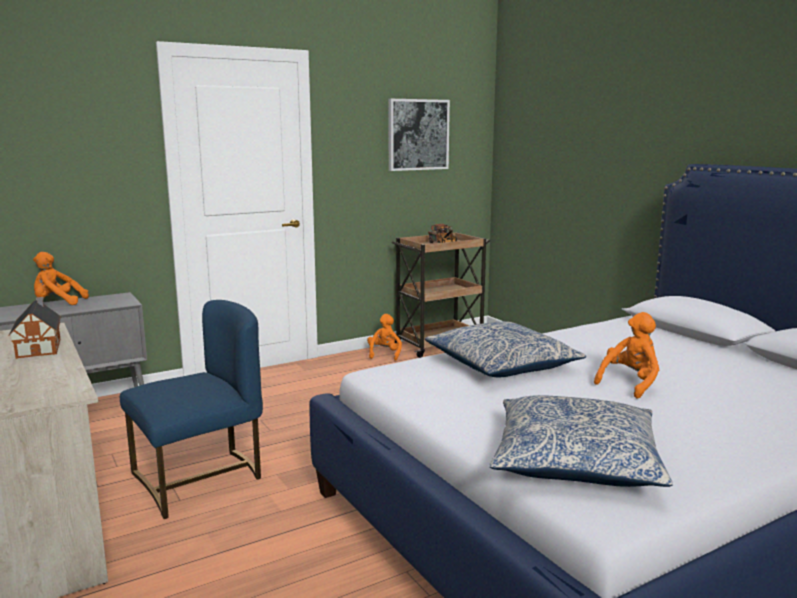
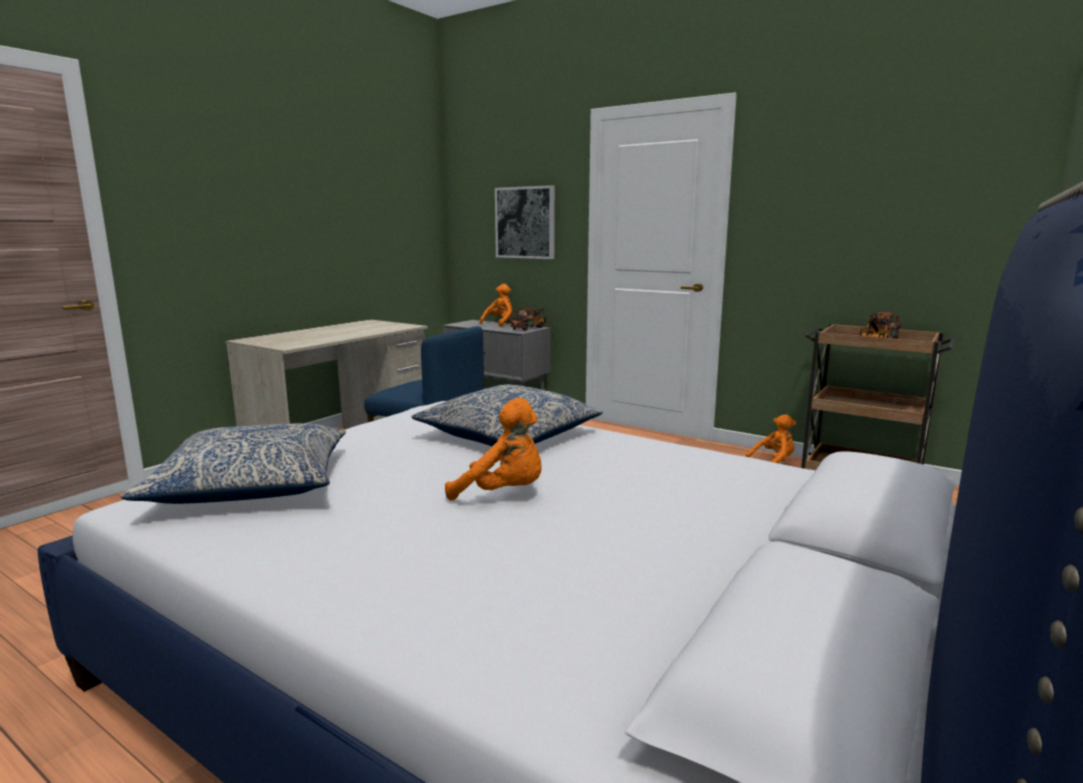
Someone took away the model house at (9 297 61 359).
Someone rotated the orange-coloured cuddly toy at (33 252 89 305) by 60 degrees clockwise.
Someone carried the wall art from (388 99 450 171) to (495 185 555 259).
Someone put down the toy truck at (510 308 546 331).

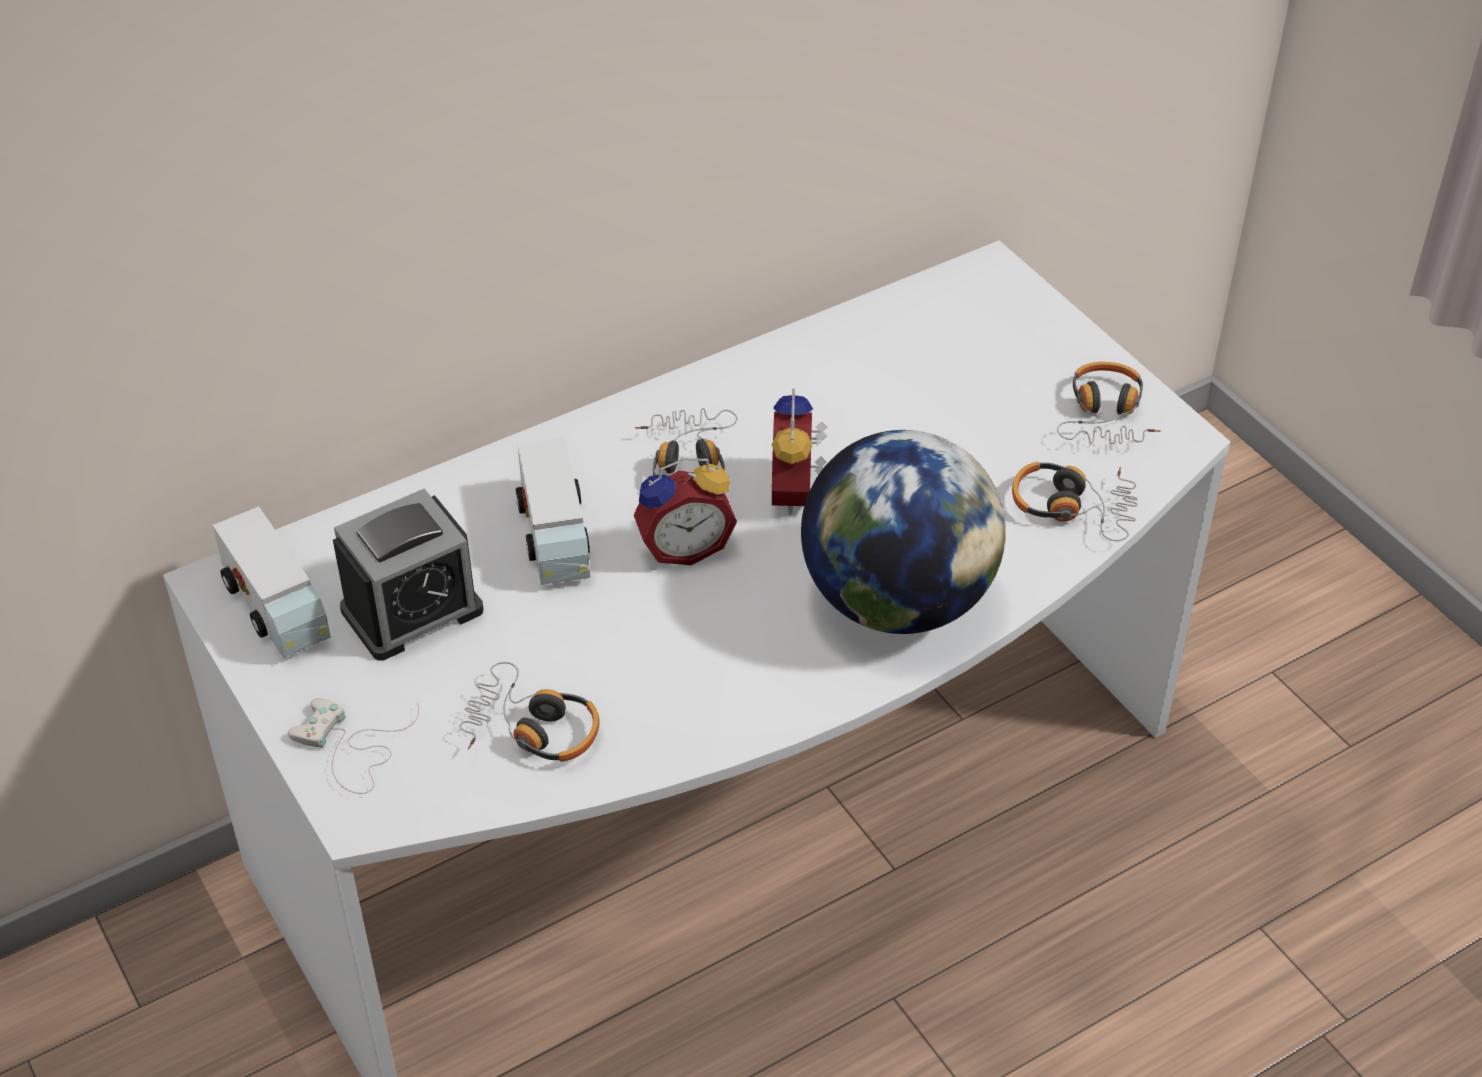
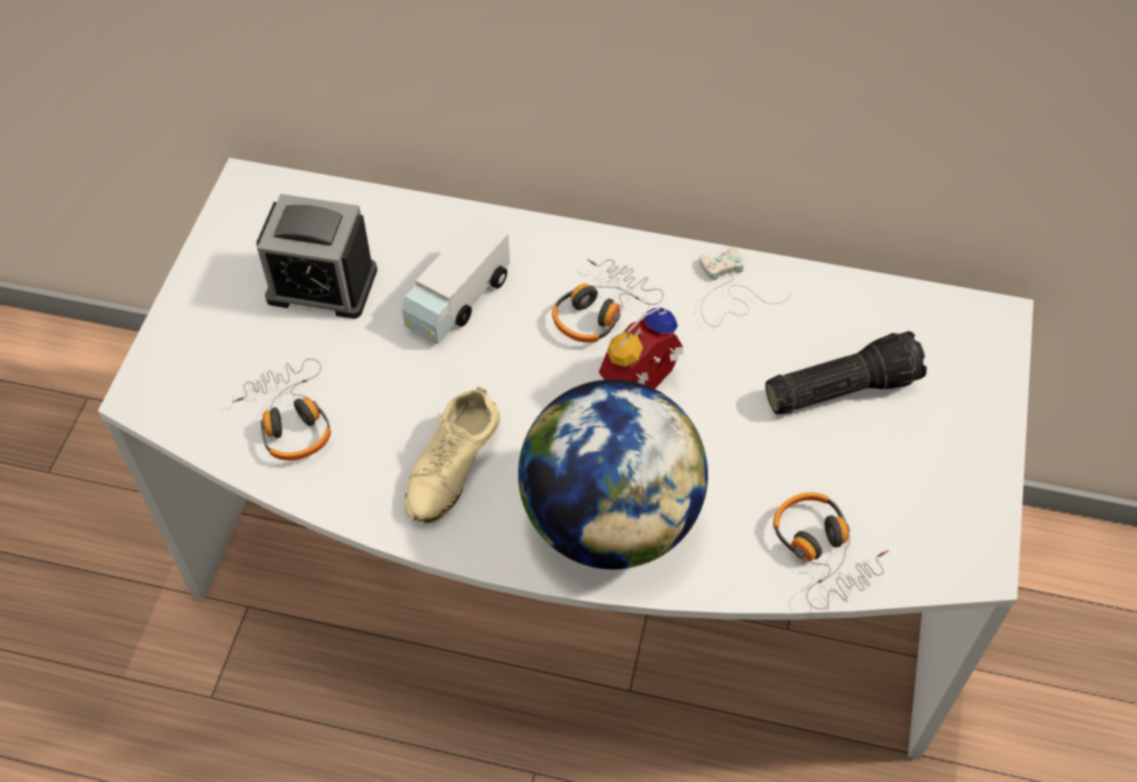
Someone took away the toy truck at (213 506 331 658).
Someone carried the white gamepad from (288 698 419 794) to (699 247 792 327).
Someone took away the table clock at (634 458 737 565).
Someone took away the headphones at (1057 362 1161 444).
Someone put down the beige low shoe at (405 386 500 524).
Someone put down the torch at (765 331 927 414).

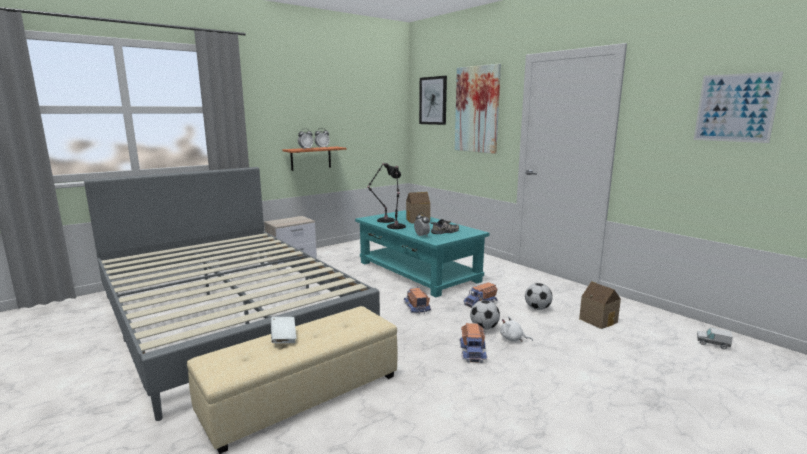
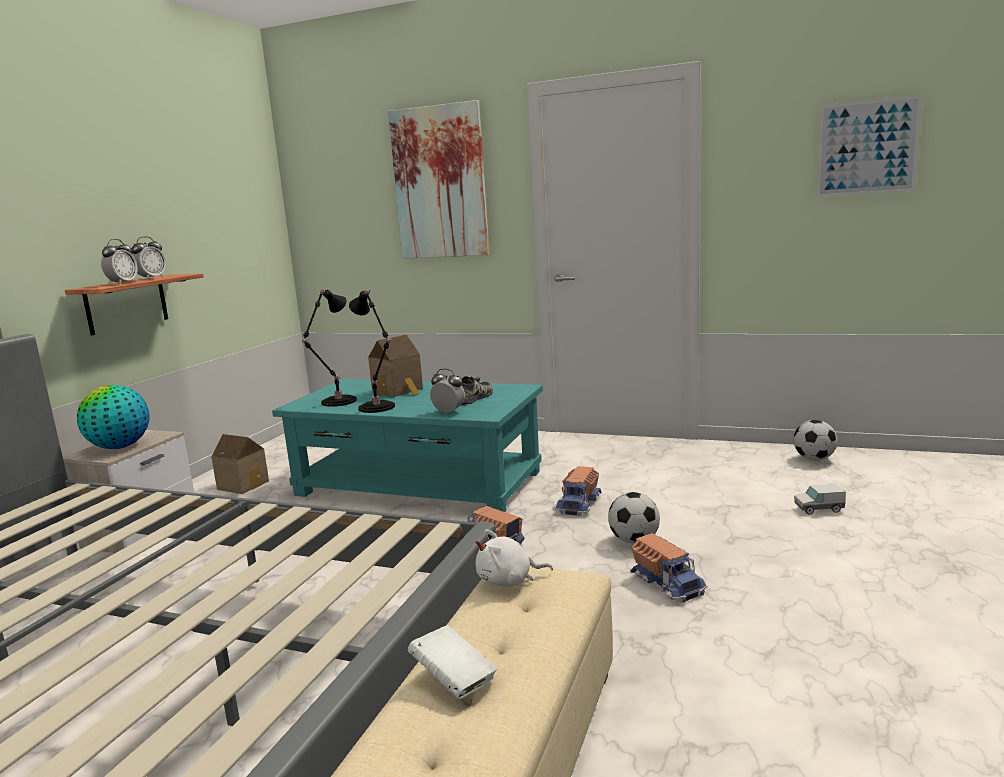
Someone took away the wall art at (419 76 447 125).
Someone carried the white cuddly toy from (500 316 533 342) to (476 530 553 587).
Someone carried the ball for football from (525 283 553 310) to (793 420 838 461).
Someone carried the model house from (579 281 621 329) to (211 434 269 494).
Someone carried the toy truck from (697 328 733 349) to (794 484 846 515).
Someone put down the desk globe at (77 385 150 449).

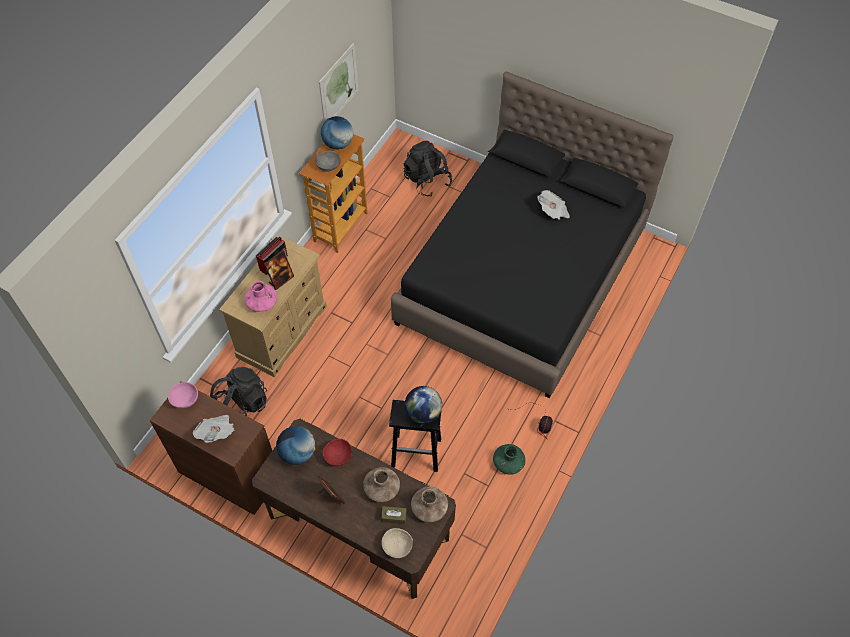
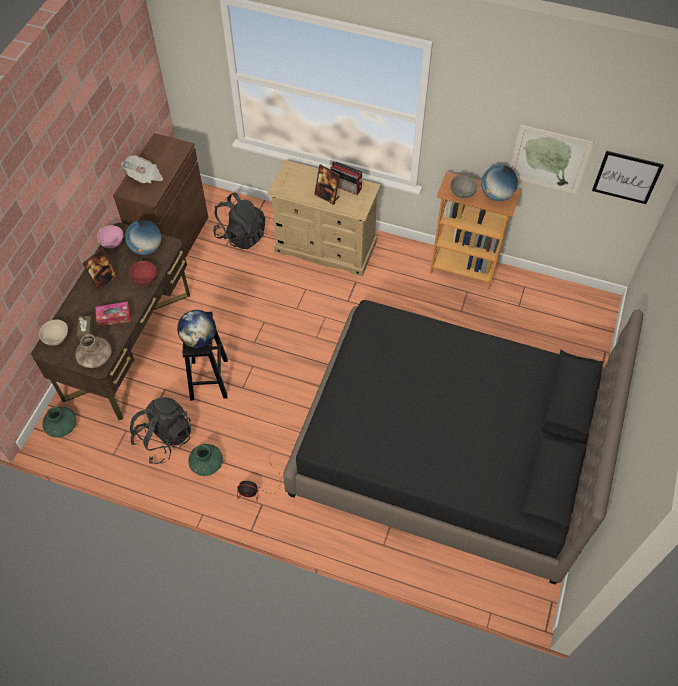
Someone carried the pink-coloured deep dish from (168 382 198 408) to (97 225 123 248).
Someone took away the pink-coloured flower vase at (244 281 277 312).
Someone swapped the brownish flower vase at (363 467 400 502) for the box of tissues at (95 301 131 327).
Someone carried the black-coloured rucksack from (404 141 452 197) to (130 397 191 464).
Someone took away the printed paper at (537 190 570 220).
Someone put down the green-coloured flower vase at (42 407 76 437).
Someone put up the wall art at (592 151 664 204).

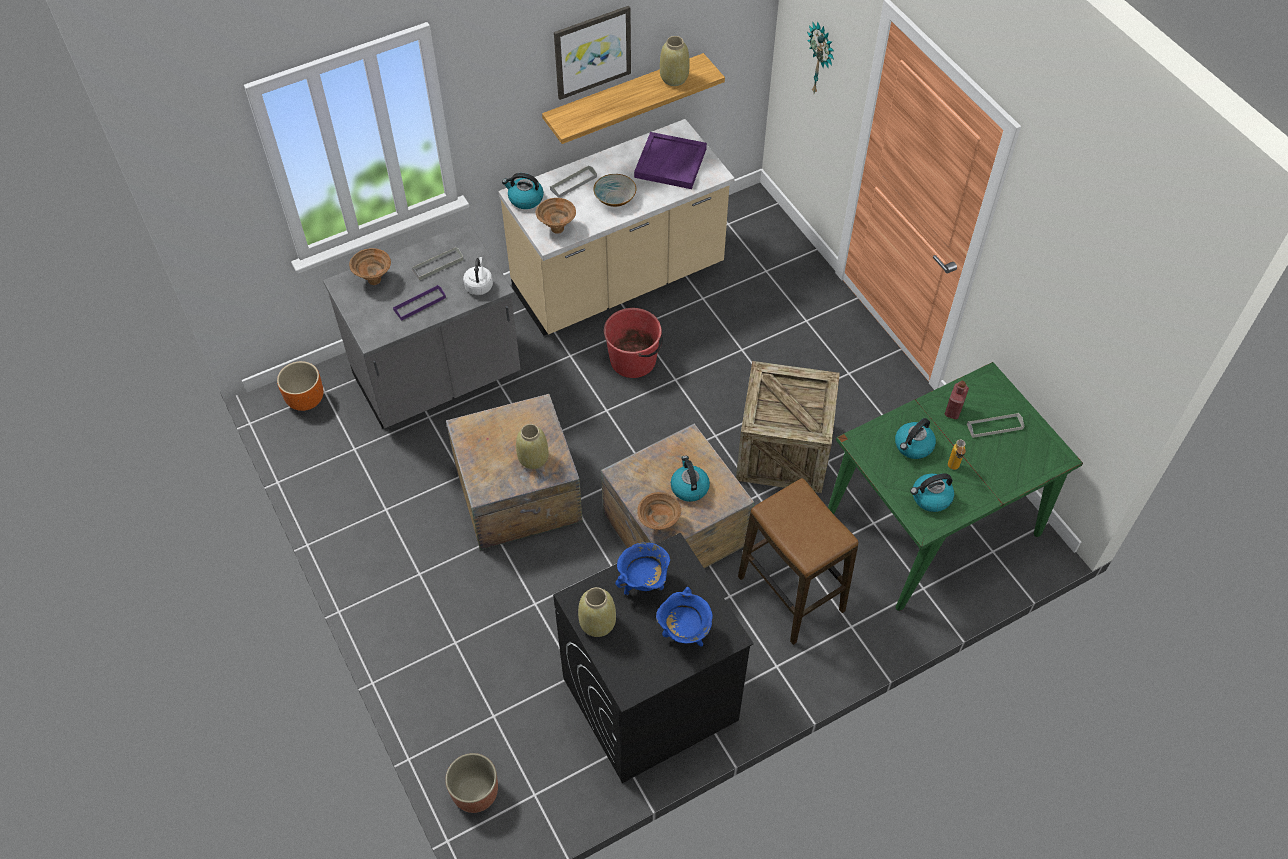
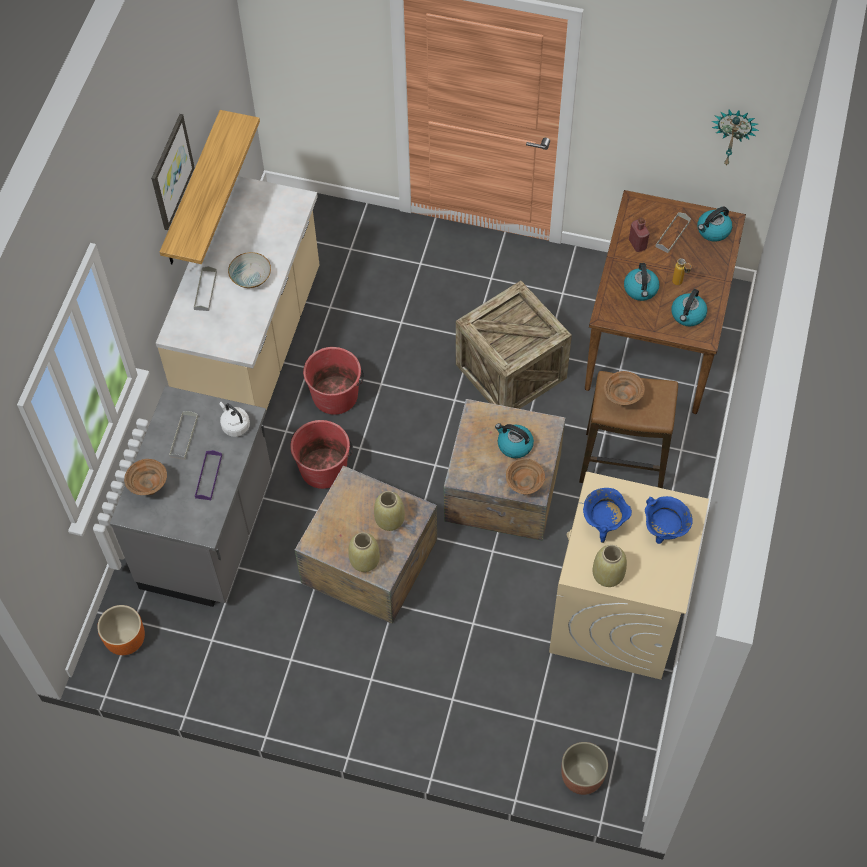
Someone carried the tea kettle from (502 173 544 209) to (697 207 732 242).
Someone carried the brownish deep dish from (536 198 576 234) to (604 371 645 406).
Someone repainted the black-coloured laundry machine at (553 533 754 783), which became the beige laundry machine at (549 472 709 679).
Someone took away the purplish serving tray at (634 132 707 189).
Someone carried the beige flower vase from (660 36 689 86) to (348 532 380 572).
Someone carried the hanging clock from (807 21 834 93) to (711 110 759 165).
Someone repainted the green-coloured kitchen table at (828 362 1083 611), which became the brownish kitchen table at (585 190 746 414).
Someone put down the reddish bucket at (290 420 353 489).

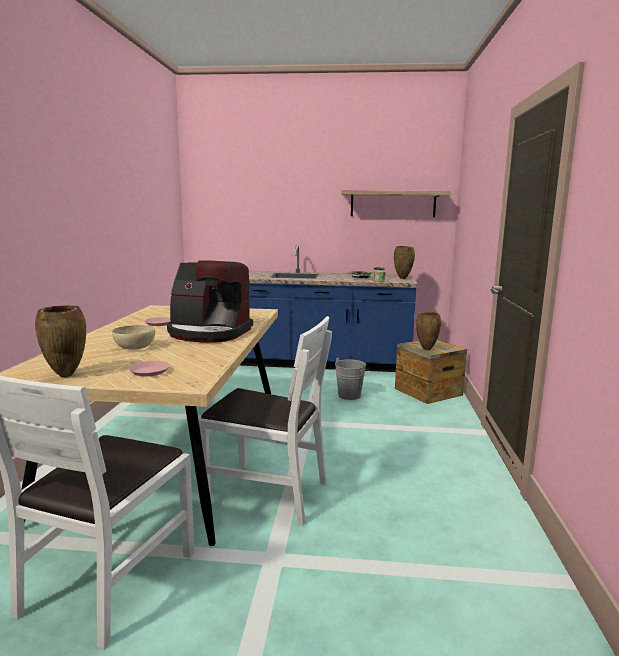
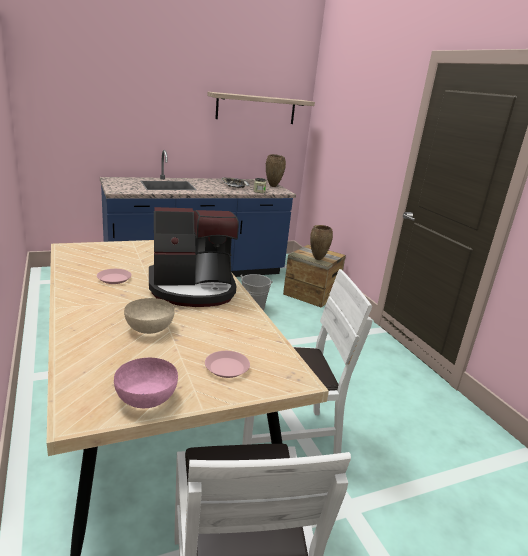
Someone swapped the brownish flower vase at (35 305 86 377) for the pink-coloured deep dish at (114 357 178 408).

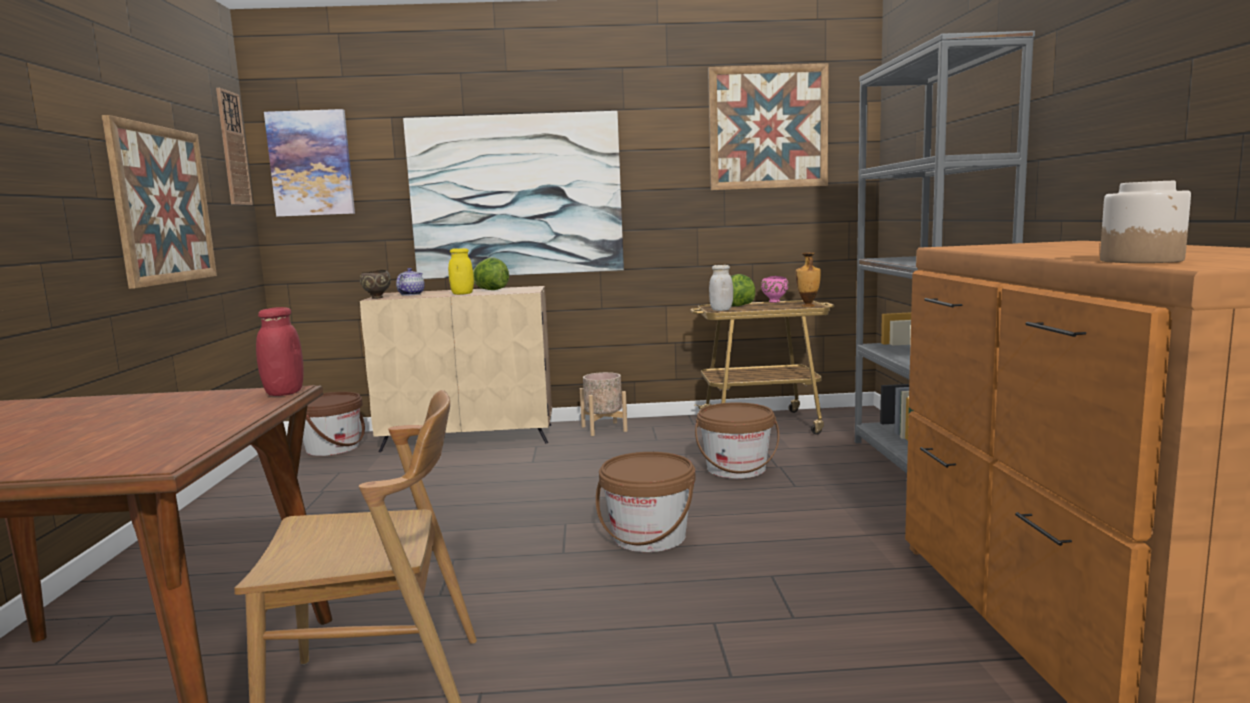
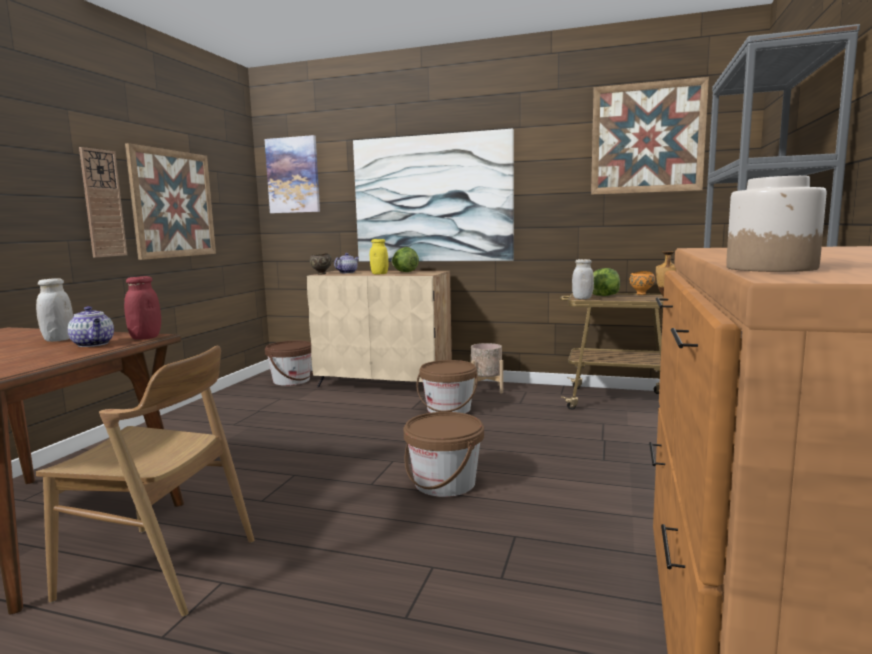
Someone carried the hanging clock from (216 88 253 205) to (79 147 127 258).
Someone carried the brownish bucket from (695 402 779 479) to (417 360 478 414).
Someone repainted the pink-coloured deep dish at (761 276 789 303), which became the orange-coloured deep dish at (629 271 655 295).
Someone put down the white storage jar at (36 278 73 342).
Someone put down the pot for tea at (68 306 114 347).

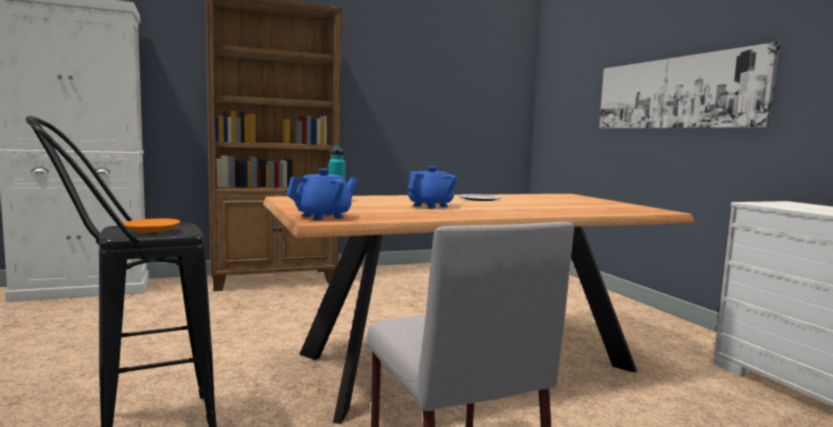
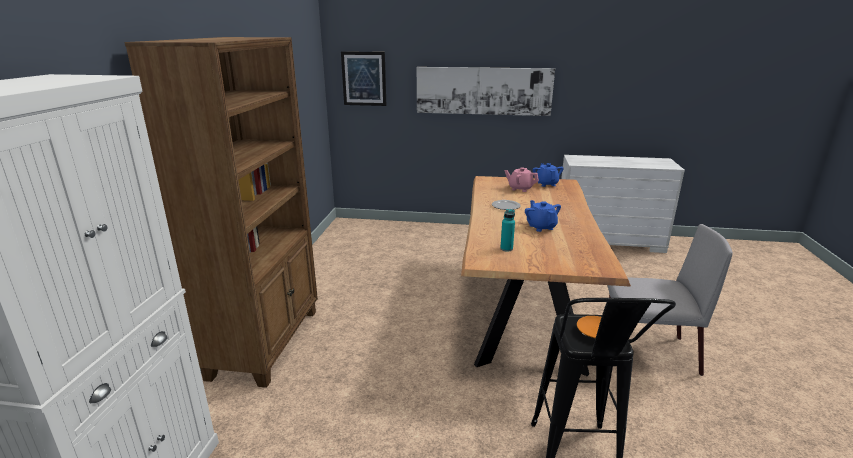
Someone carried the bluish pot for tea from (286 168 358 220) to (533 163 564 187).
Someone put up the wall art at (341 51 386 106).
Someone put down the pink-coloured pot for tea at (504 167 539 192).

